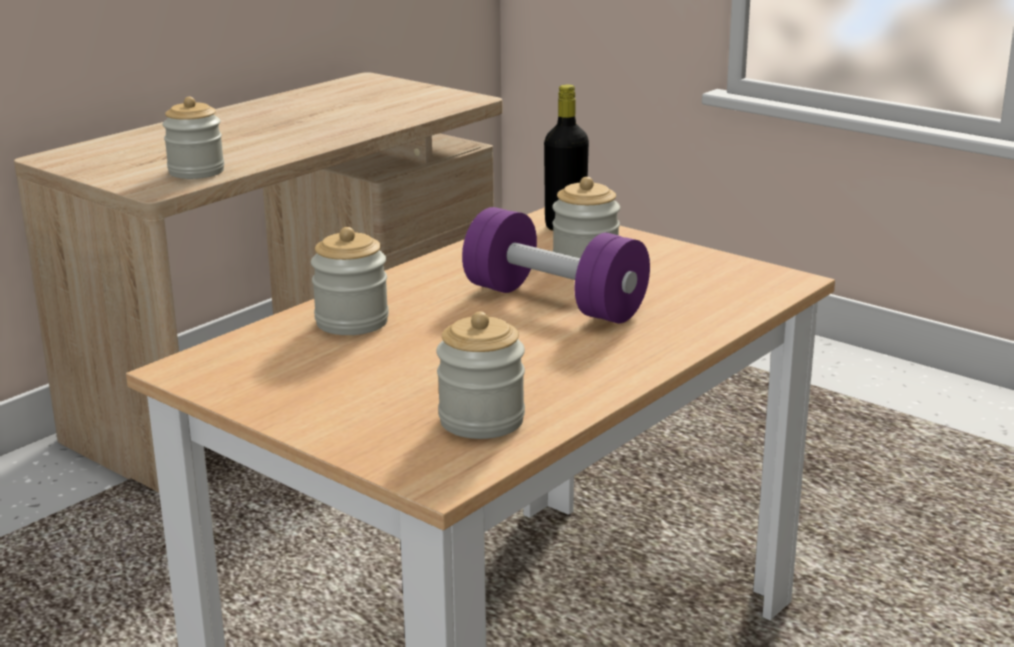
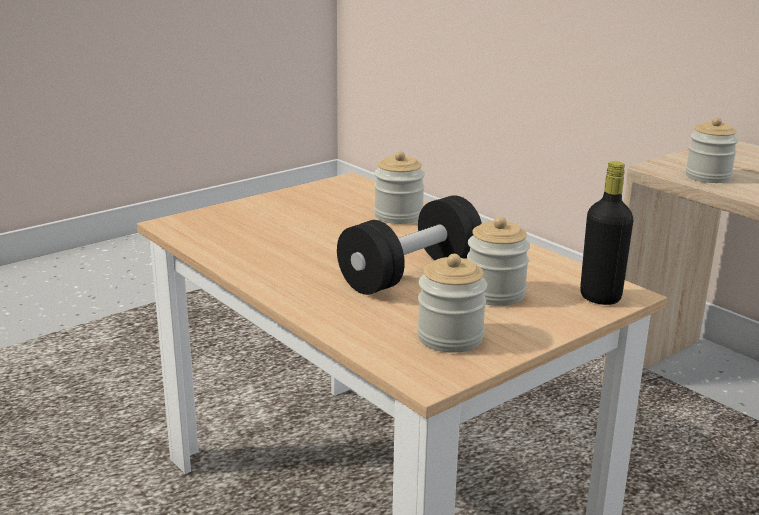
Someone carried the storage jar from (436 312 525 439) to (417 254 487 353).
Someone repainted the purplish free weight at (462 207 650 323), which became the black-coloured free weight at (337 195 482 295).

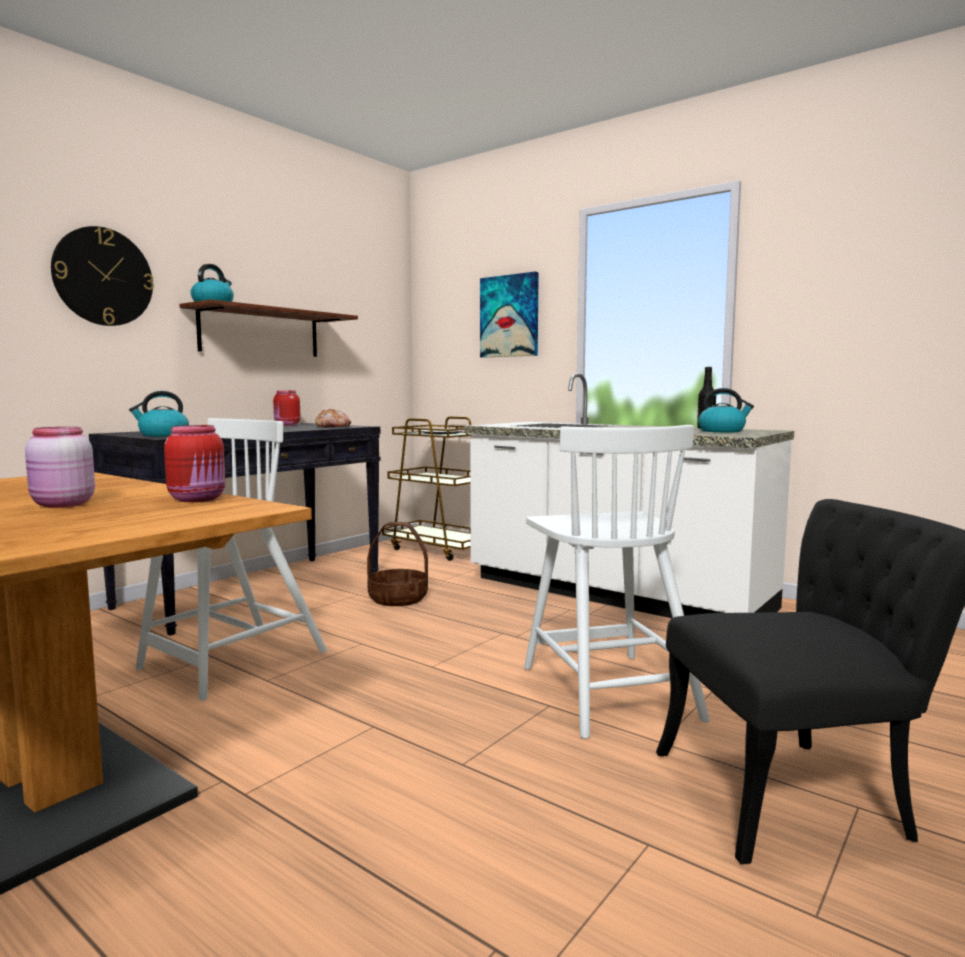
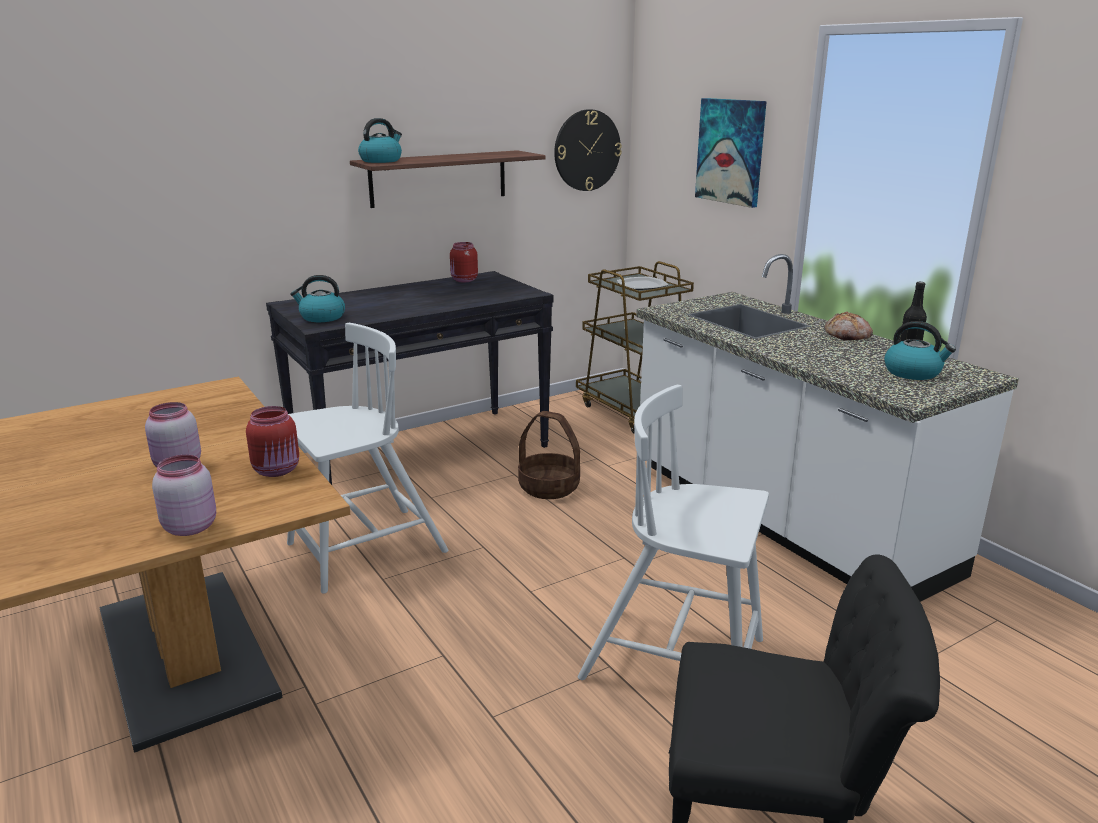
Someone carried the hanging clock from (51 226 154 326) to (554 109 622 191).
Someone carried the bread from (315 409 351 428) to (825 311 873 340).
Someone rotated the white plain chair at (524 425 710 739) by 105 degrees clockwise.
Someone put down the pink-coloured storage jar at (152 455 216 536).

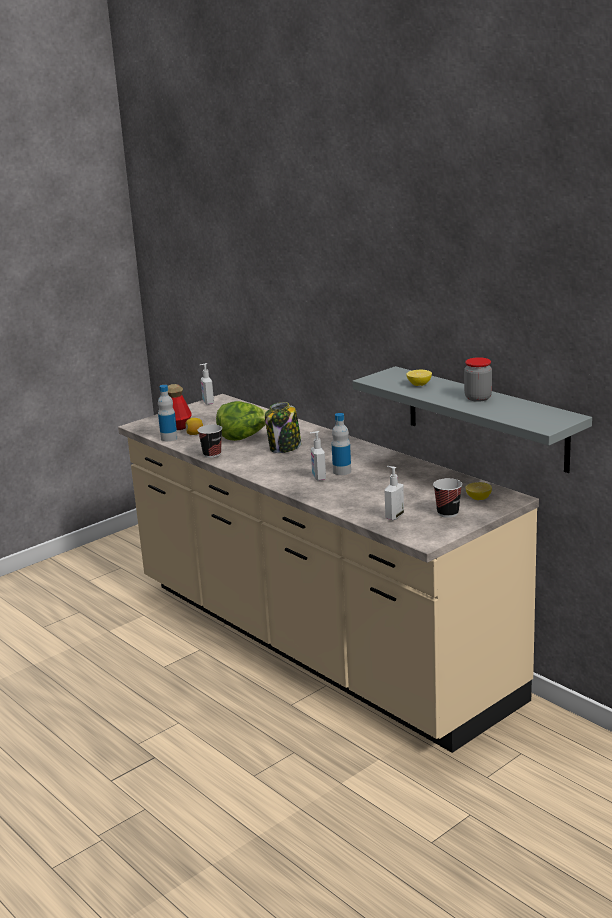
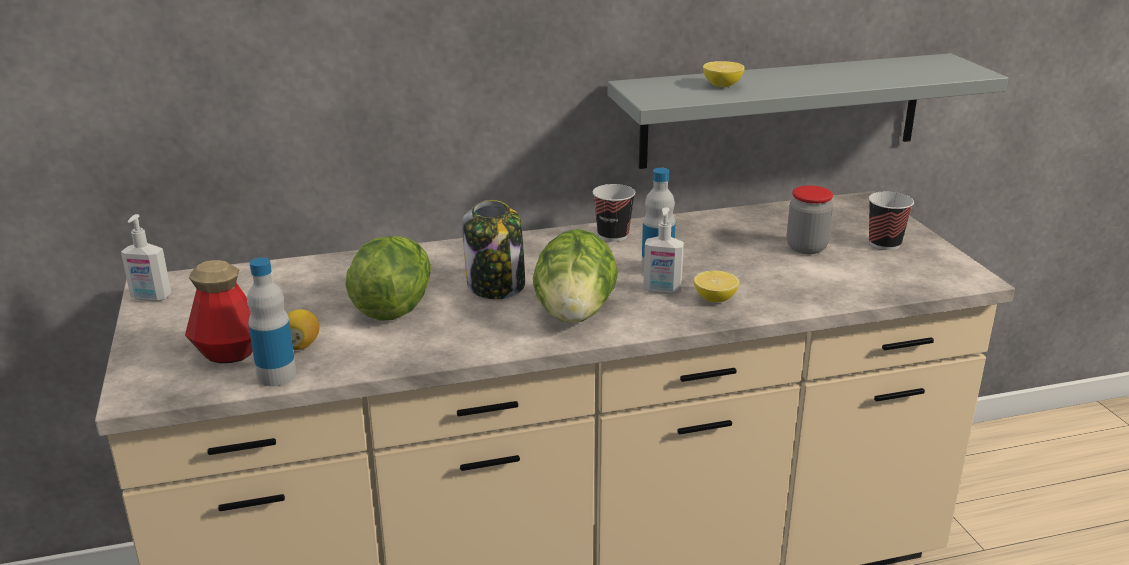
Someone carried the drinking cup from (197 425 222 458) to (593 184 636 242).
Someone took away the liquid soap bottle at (385 466 404 520).
Someone carried the storage jar from (464 357 492 402) to (787 185 833 254).
Someone carried the citrus fruit from (465 482 492 500) to (694 271 739 302).
Someone put down the lettuce at (533 229 618 323).

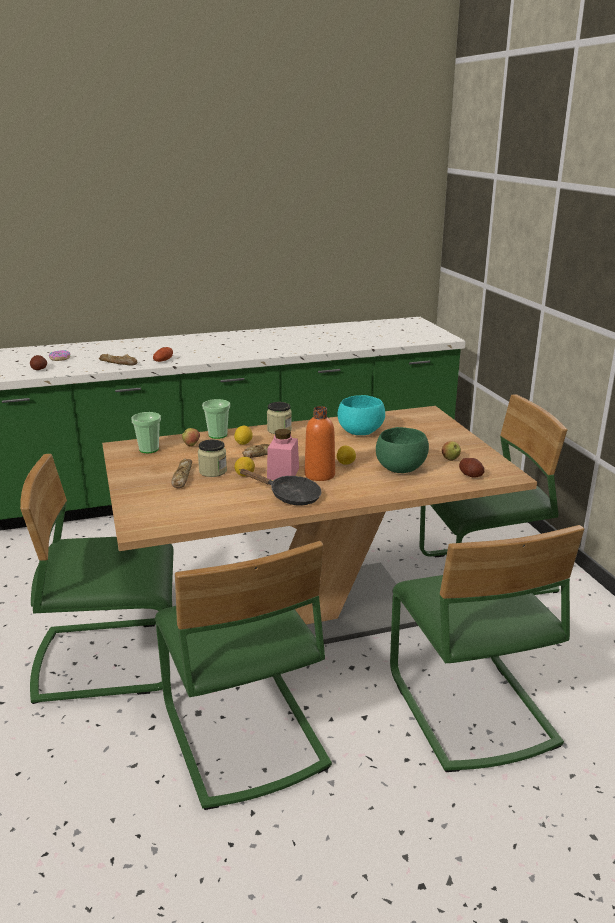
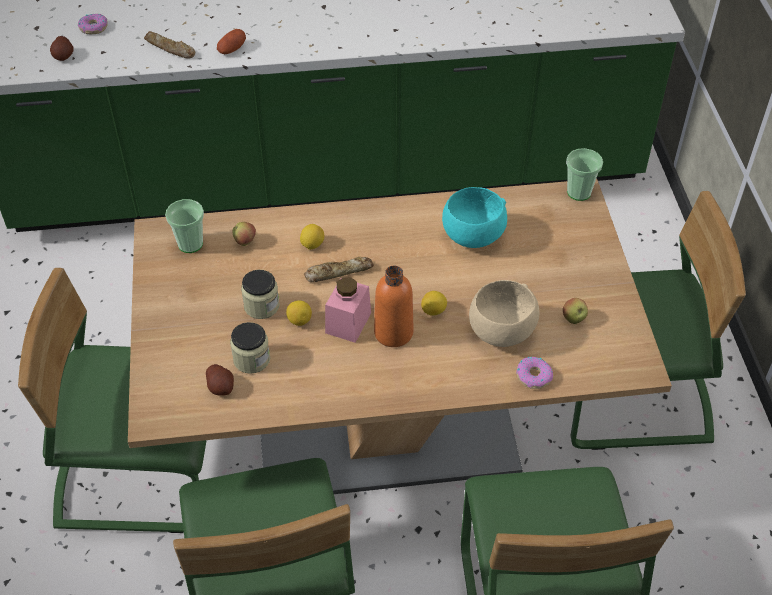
Someone took away the bread at (171 459 192 488).
Someone carried the drinking cup from (202 399 230 439) to (566 148 603 201).
Someone took away the black-coloured pan at (239 469 322 506).
Someone carried the storage jar from (267 402 292 434) to (230 322 270 374).
Someone repainted the green-coloured deep dish at (376 427 429 473), which became the beige deep dish at (469 280 539 347).
Someone carried the potato from (459 458 484 478) to (206 364 234 396).
Someone put down the donut at (516 356 553 389).

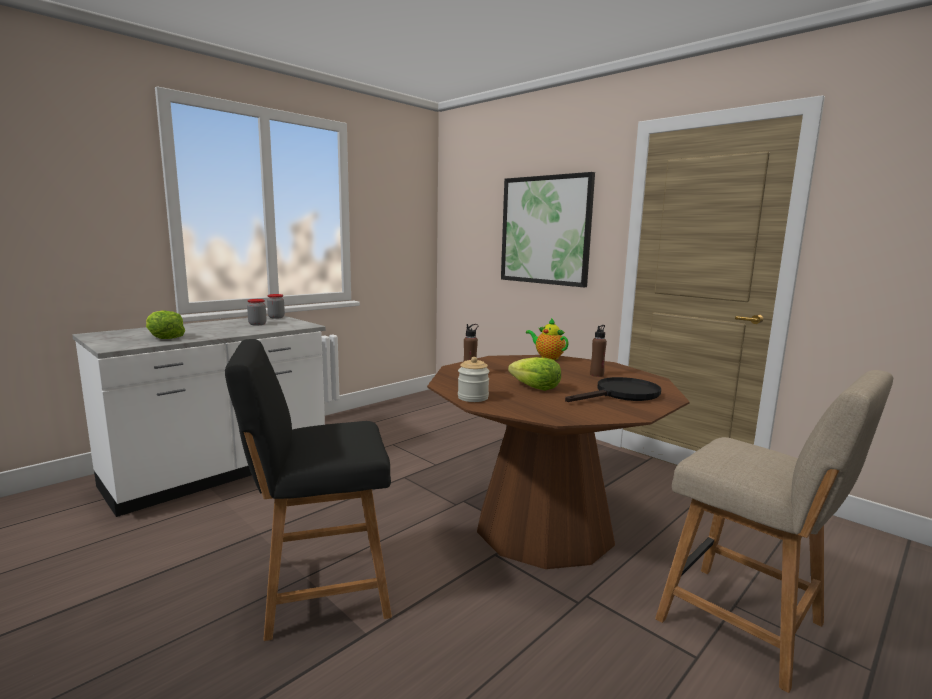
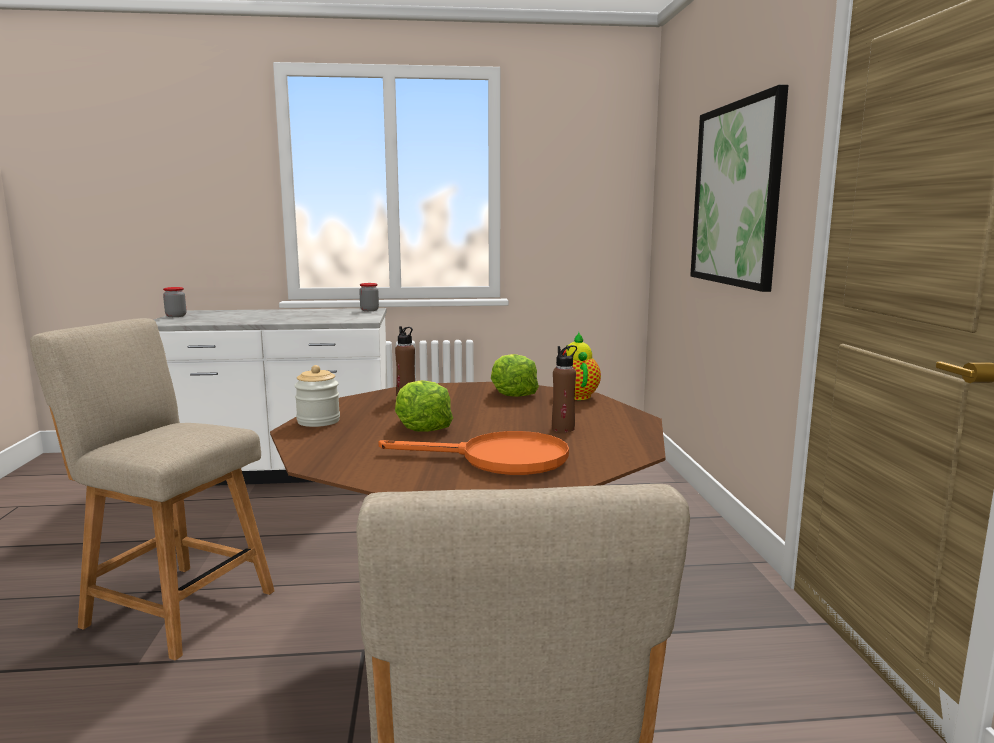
Someone carried the lettuce from (146 310 185 339) to (491 354 539 397).
Someone repainted the black-coloured plain chair at (225 339 392 641), which became the beige plain chair at (30 318 275 660).
Someone carried the storage jar from (247 299 266 326) to (163 287 186 317).
Someone repainted the black-coloured pan at (565 377 661 402), which became the orange-coloured pan at (378 431 569 475).

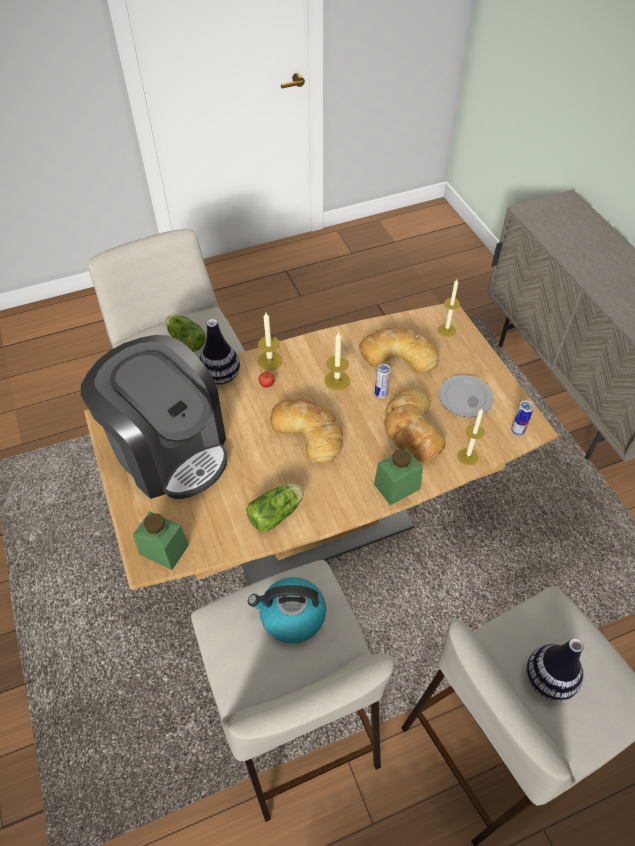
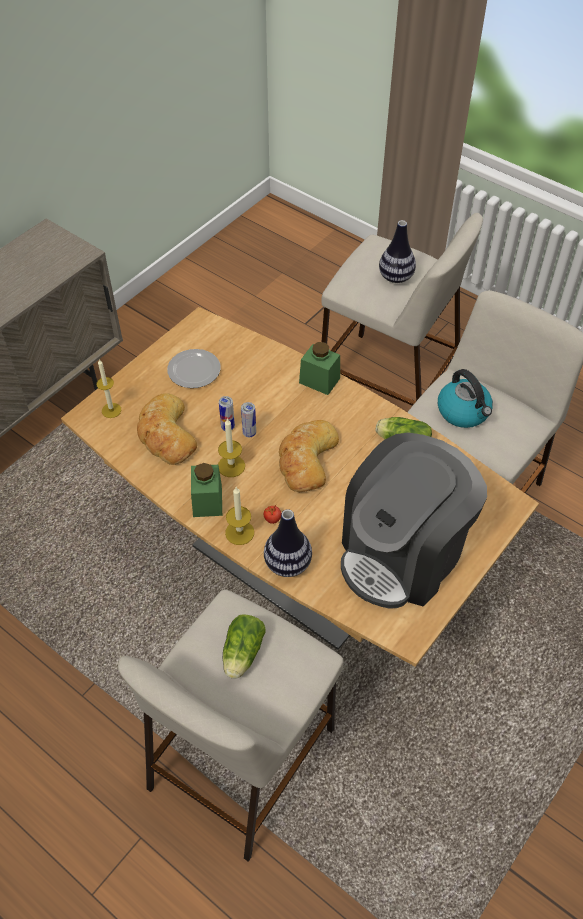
Someone rotated the coffee brewer at (81 335 227 499) by 150 degrees counterclockwise.
Someone carried the green-coloured storage jar from (133 512 189 570) to (191 463 222 517).
Someone took away the bread at (384 388 446 462).
Someone took away the wax light at (458 409 484 465).
Someone carried the metal can from (511 401 534 435) to (241 402 256 437).

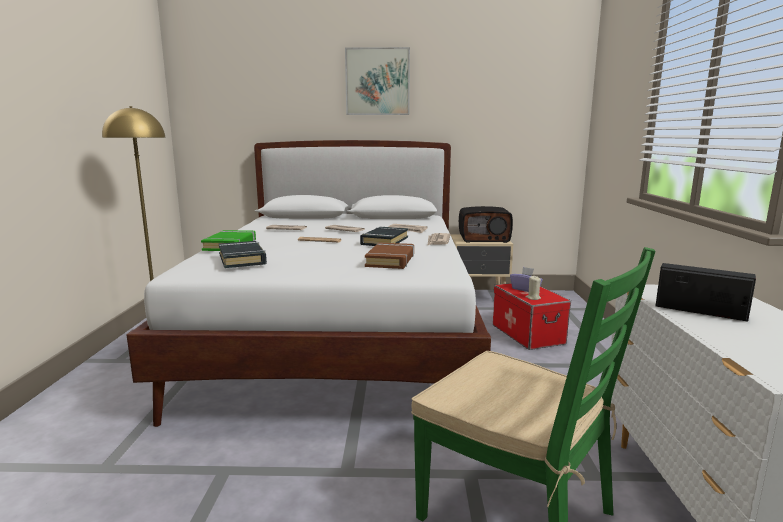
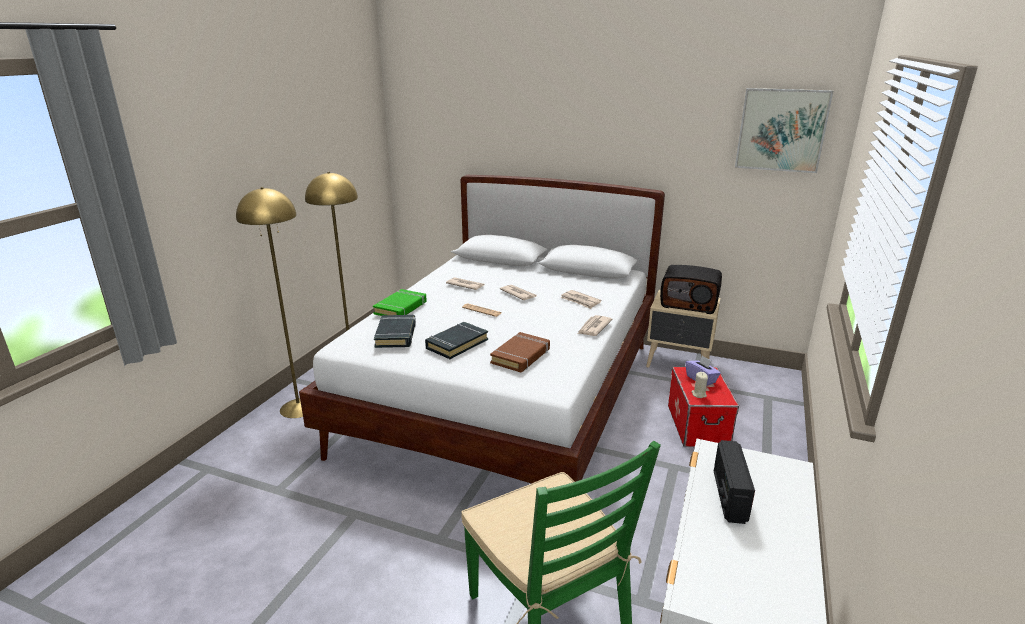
Someone carried the wall art from (345 47 410 115) to (735 88 833 173).
Someone carried the black-coloured bound book from (360 227 408 246) to (425 322 488 359).
Someone rotated the radio receiver at (655 263 756 321) by 135 degrees counterclockwise.
Someone put down the yellow floor lamp at (236 187 303 418).

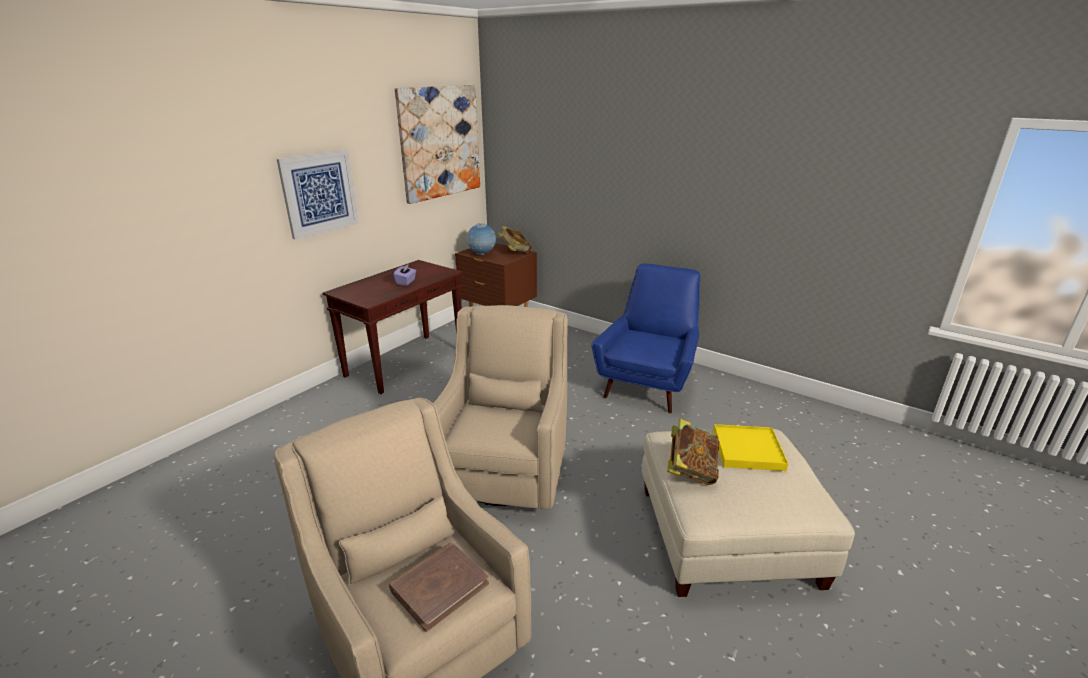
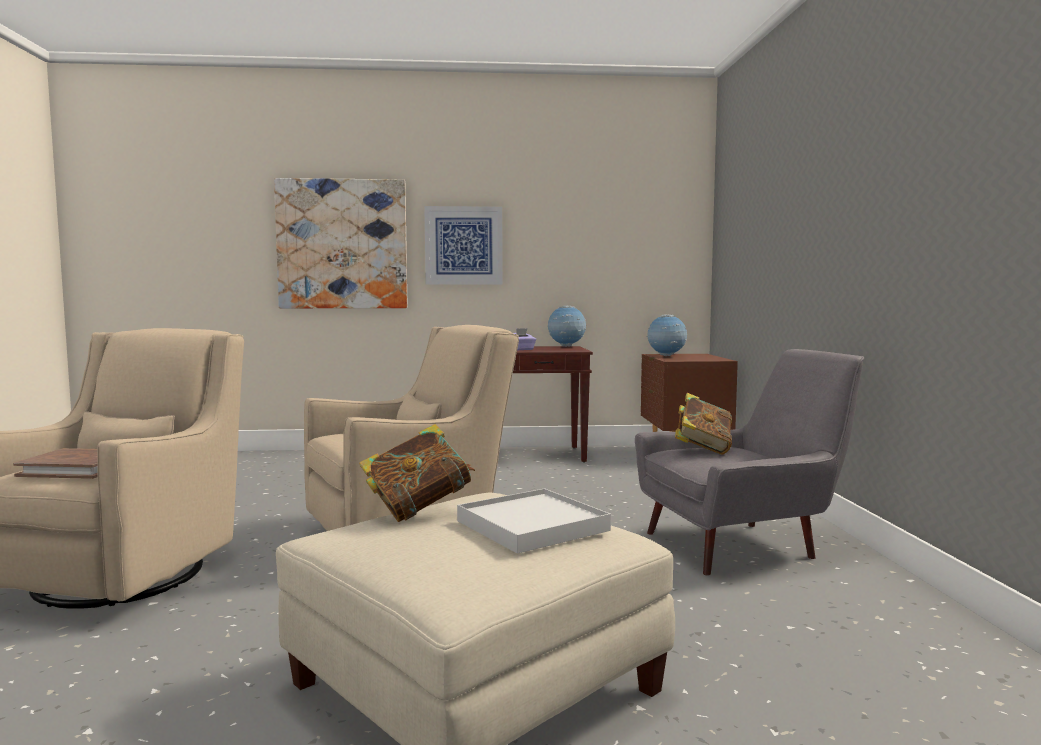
Someone carried the wall art from (395 85 480 204) to (274 178 408 308).
Someone carried the bound book from (498 226 532 253) to (675 393 732 455).
Someone repainted the bluish armchair at (591 263 701 413), which became the greyish armchair at (635 349 865 575).
Someone repainted the yellow serving tray at (713 424 788 471), which became the white serving tray at (457 488 611 554).
Someone put down the desk globe at (548 306 586 347).

